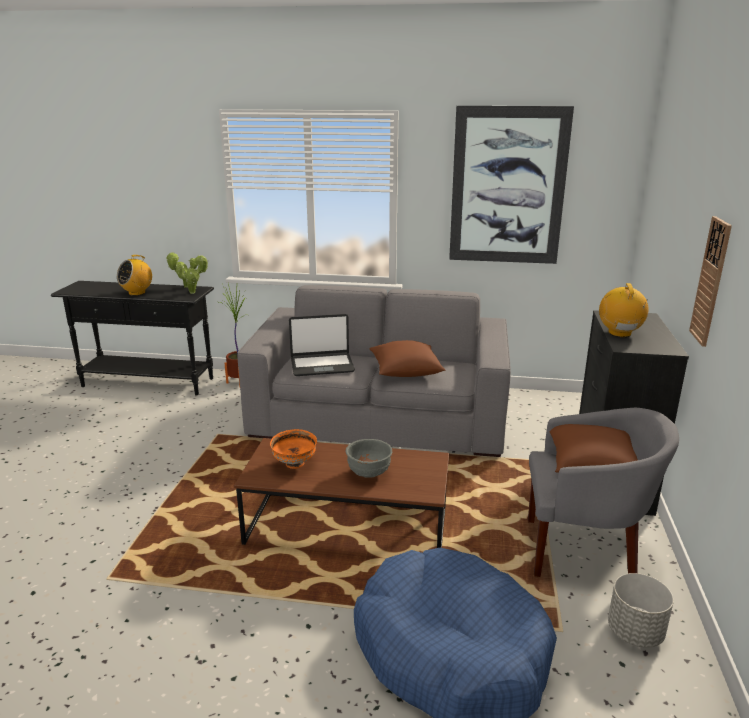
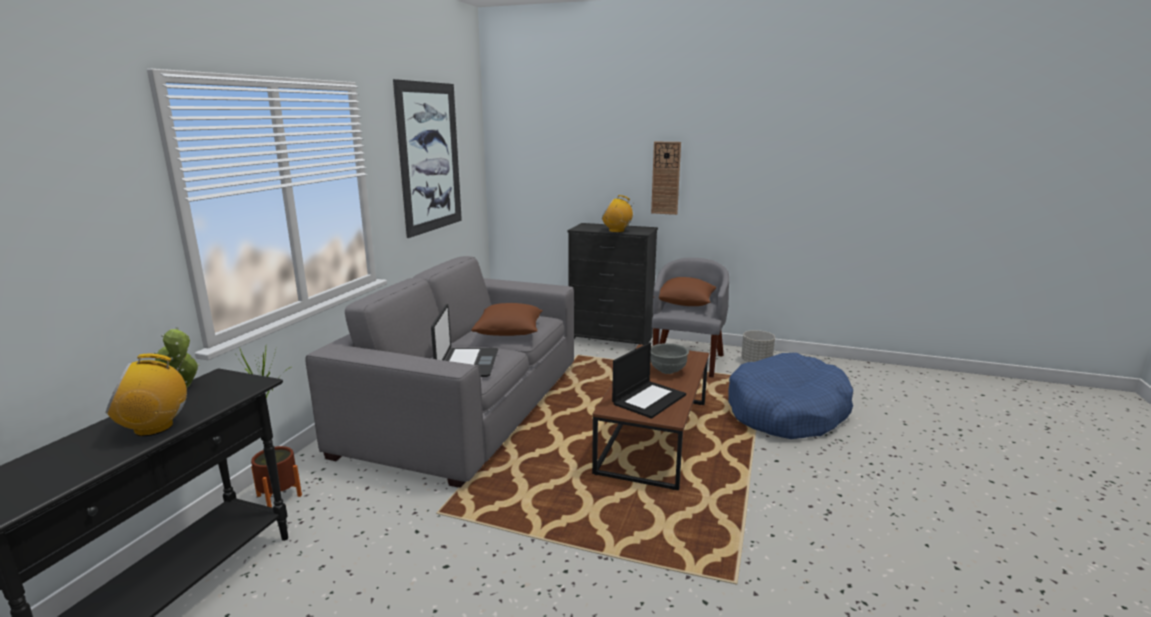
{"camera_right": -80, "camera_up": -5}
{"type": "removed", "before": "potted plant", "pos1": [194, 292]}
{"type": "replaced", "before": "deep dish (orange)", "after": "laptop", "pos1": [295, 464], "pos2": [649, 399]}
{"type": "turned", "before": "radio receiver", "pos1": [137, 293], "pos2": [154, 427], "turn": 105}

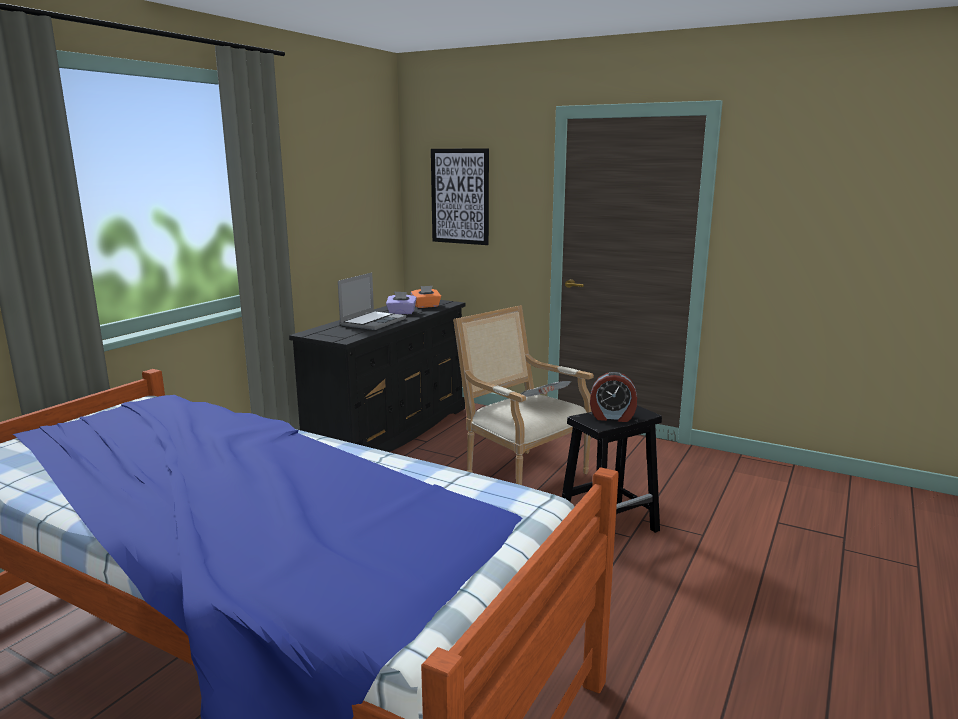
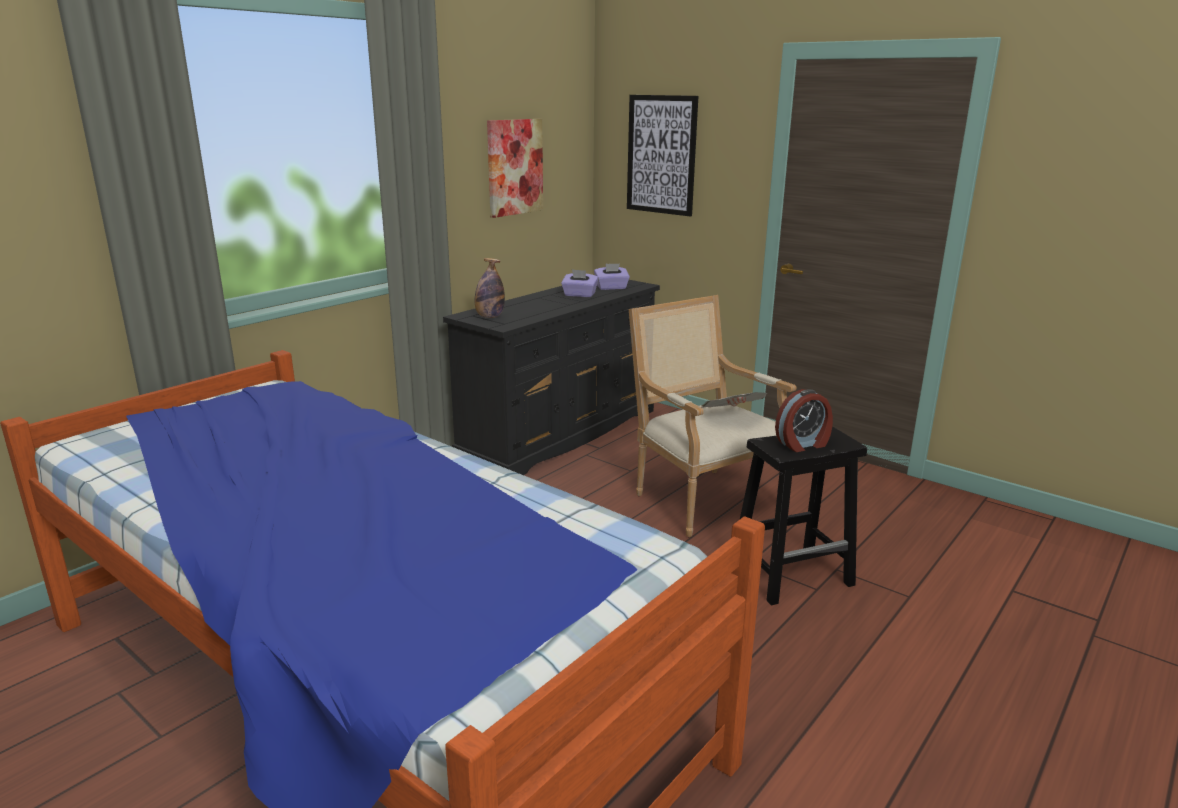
{"camera_right": 10, "camera_up": 5}
{"type": "removed", "before": "laptop", "pos1": [373, 322]}
{"type": "added", "after": "beverage bottle", "pos2": [489, 317]}
{"type": "added", "after": "picture", "pos2": [514, 167]}
{"type": "recoloured", "before": "tissue holder (orange)", "after": "tissue holder (purple)", "pos1": [426, 306], "pos2": [611, 288]}
{"type": "turned", "before": "table clock", "pos1": [612, 417], "pos2": [803, 444], "turn": -45}

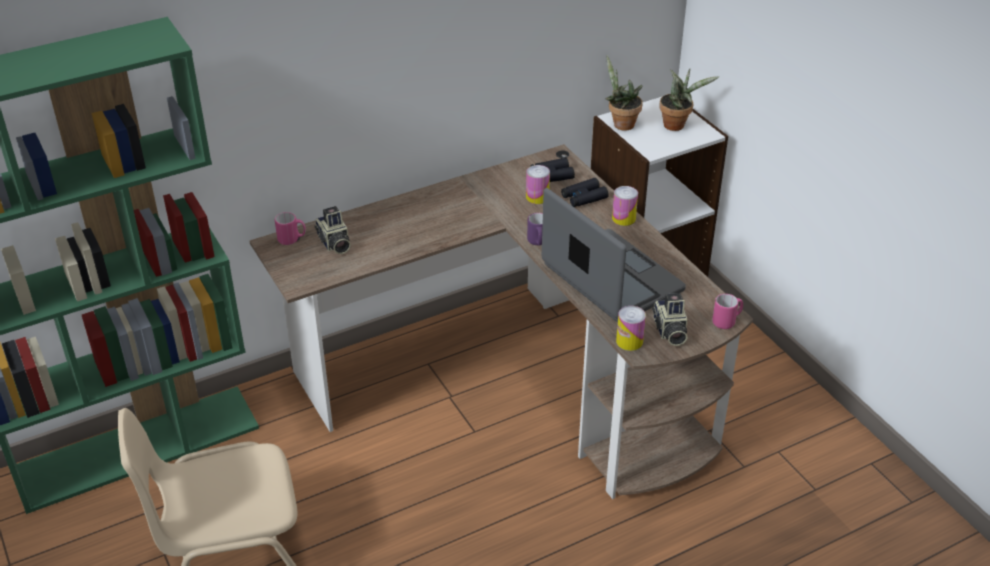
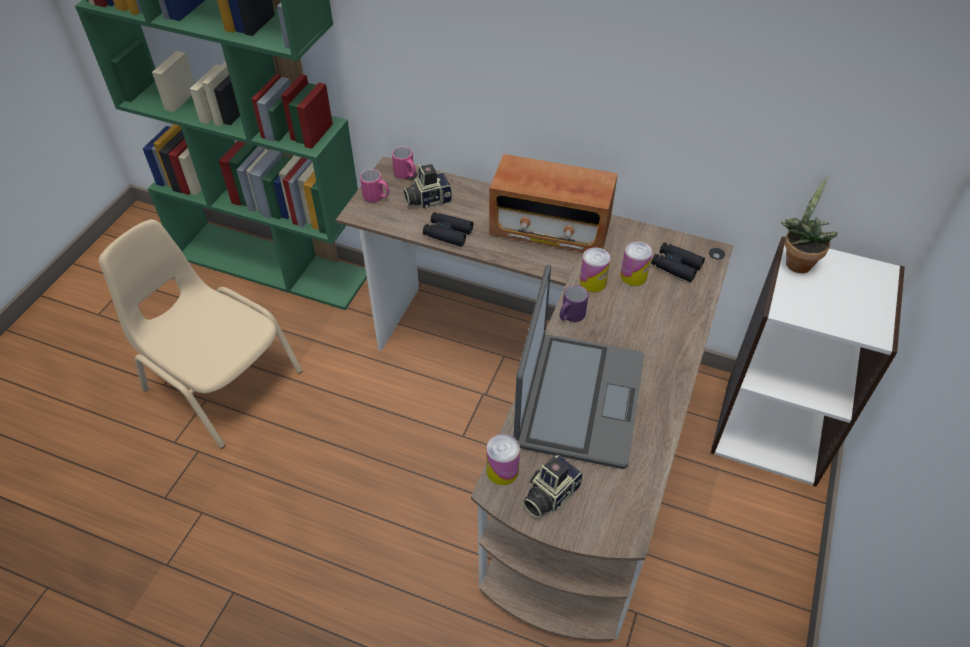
{"camera_right": 50, "camera_up": 10}
{"type": "removed", "before": "potted plant", "pos1": [677, 125]}
{"type": "added", "after": "radio receiver", "pos2": [550, 229]}
{"type": "moved", "before": "binoculars (black-coloured)", "pos1": [584, 197], "pos2": [447, 233]}
{"type": "moved", "before": "metal can", "pos1": [623, 218], "pos2": [592, 282]}
{"type": "moved", "before": "coffee mug (pink-coloured)", "pos1": [727, 321], "pos2": [377, 197]}
{"type": "turned", "before": "still camera", "pos1": [334, 243], "pos2": [427, 199], "turn": 45}

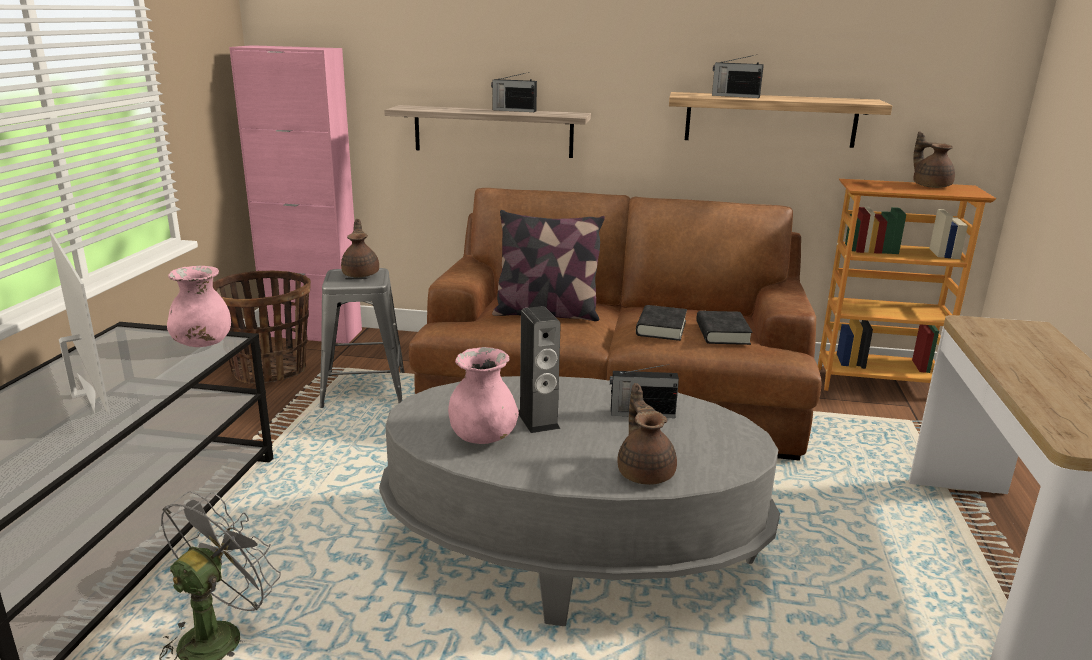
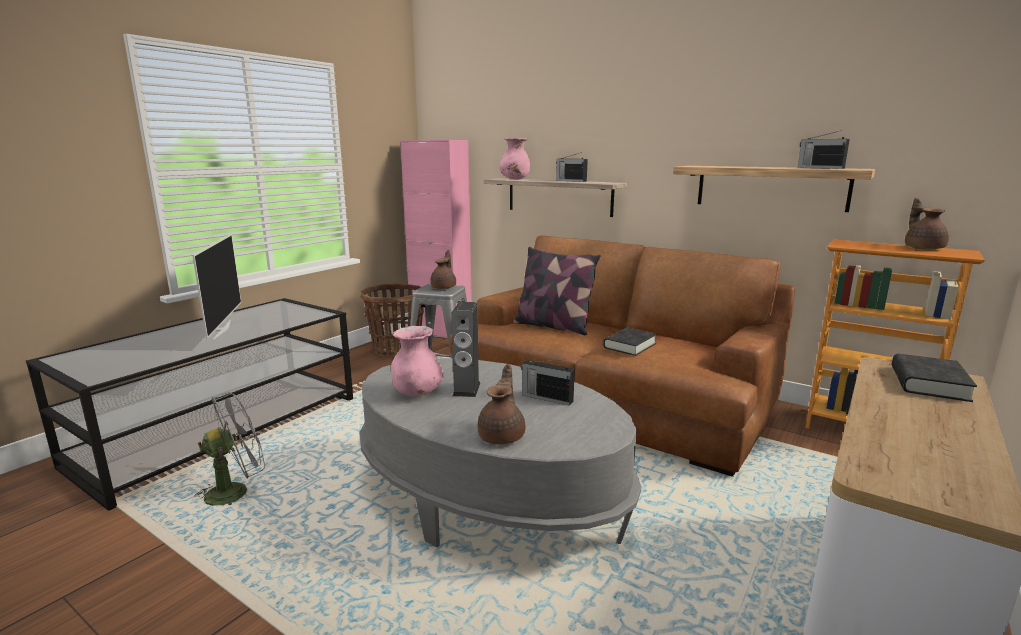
{"camera_right": 25, "camera_up": -5}
{"type": "moved", "before": "vase (pink-coloured)", "pos1": [203, 344], "pos2": [514, 179]}
{"type": "moved", "before": "bound book (black-coloured)", "pos1": [722, 333], "pos2": [928, 383]}
{"type": "moved", "before": "radio receiver", "pos1": [734, 96], "pos2": [819, 168]}

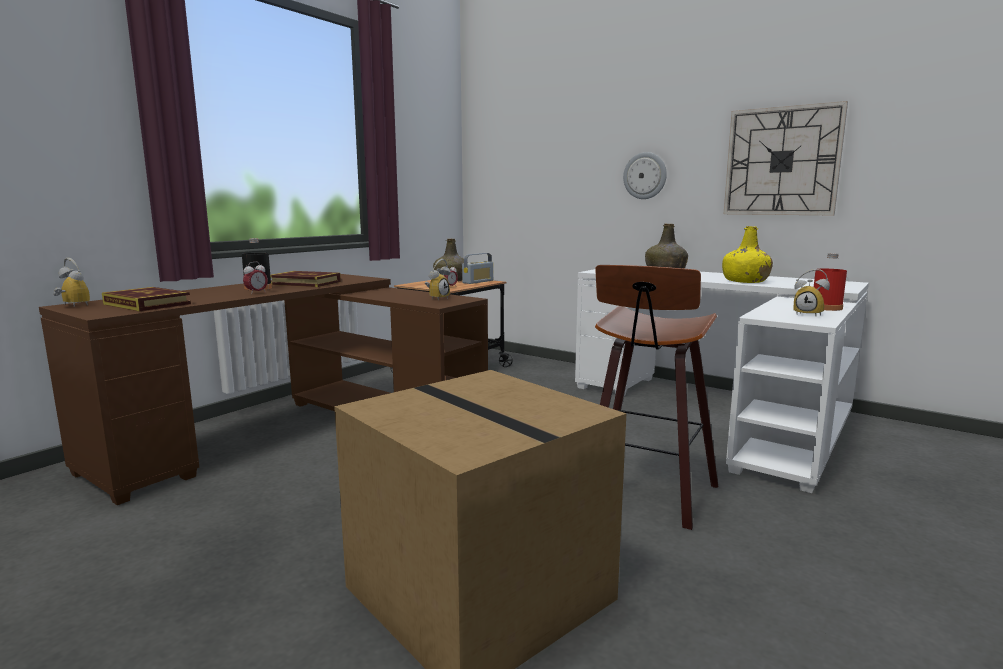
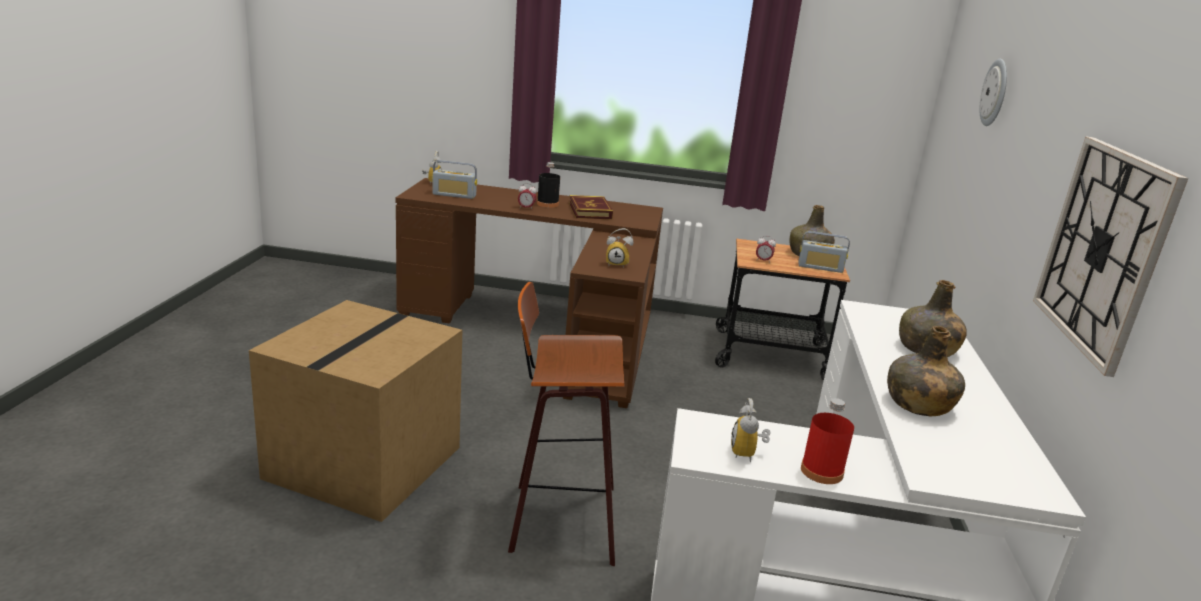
{"camera_right": 60, "camera_up": 10}
{"type": "moved", "before": "hanging clock", "pos1": [645, 176], "pos2": [995, 93]}
{"type": "replaced", "before": "bound book", "after": "radio receiver", "pos1": [147, 304], "pos2": [454, 195]}
{"type": "recoloured", "before": "beverage bottle (yellow)", "after": "beverage bottle (greenish)", "pos1": [745, 281], "pos2": [918, 404]}

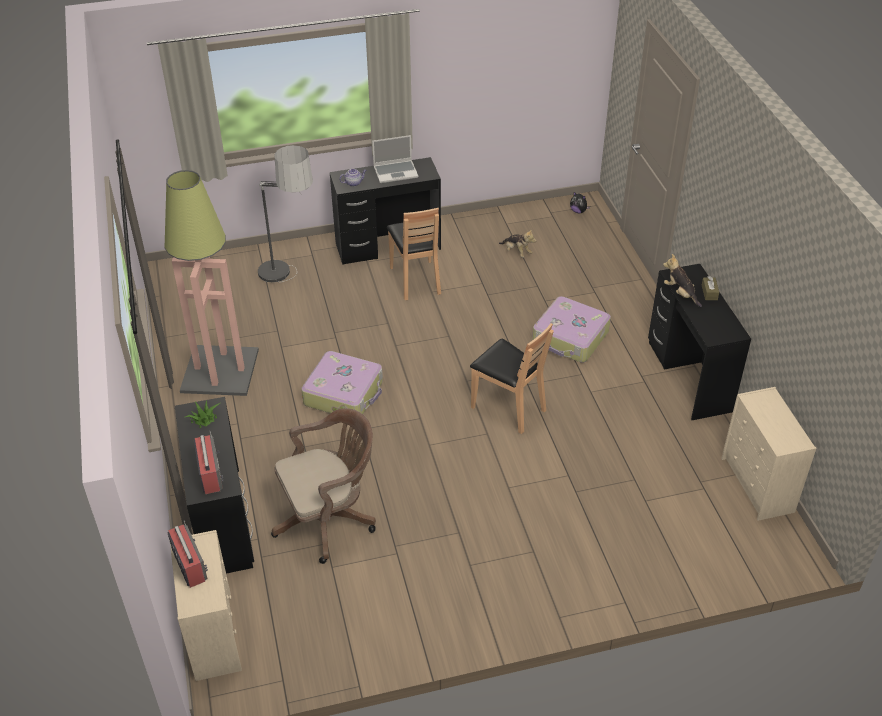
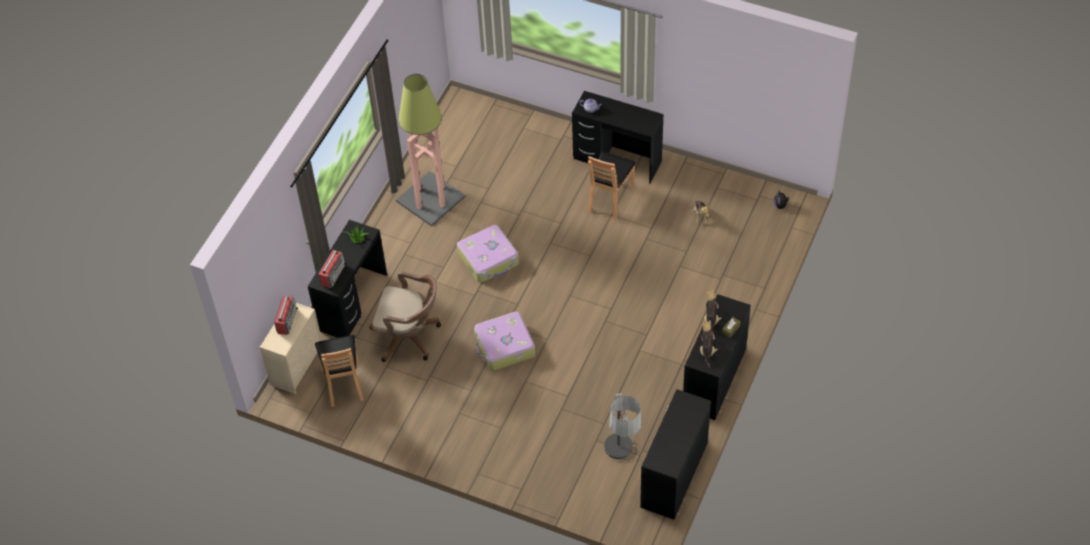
{"camera_right": 40, "camera_up": 10}
{"type": "removed", "before": "laptop", "pos1": [396, 172]}
{"type": "added", "after": "soft toy", "pos2": [707, 350]}
{"type": "moved", "before": "floor lamp", "pos1": [291, 284], "pos2": [622, 467]}
{"type": "moved", "before": "chair (brown)", "pos1": [508, 407], "pos2": [343, 383]}
{"type": "moved", "before": "suitcase", "pos1": [570, 338], "pos2": [504, 346]}
{"type": "replaced", "before": "drawer chest (sand-coloured)", "after": "desk unit (black-coloured)", "pos1": [758, 485], "pos2": [674, 475]}

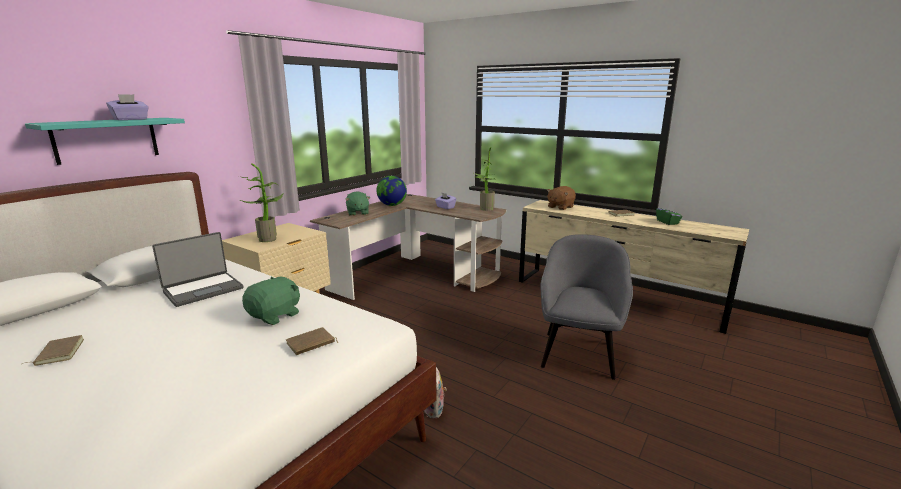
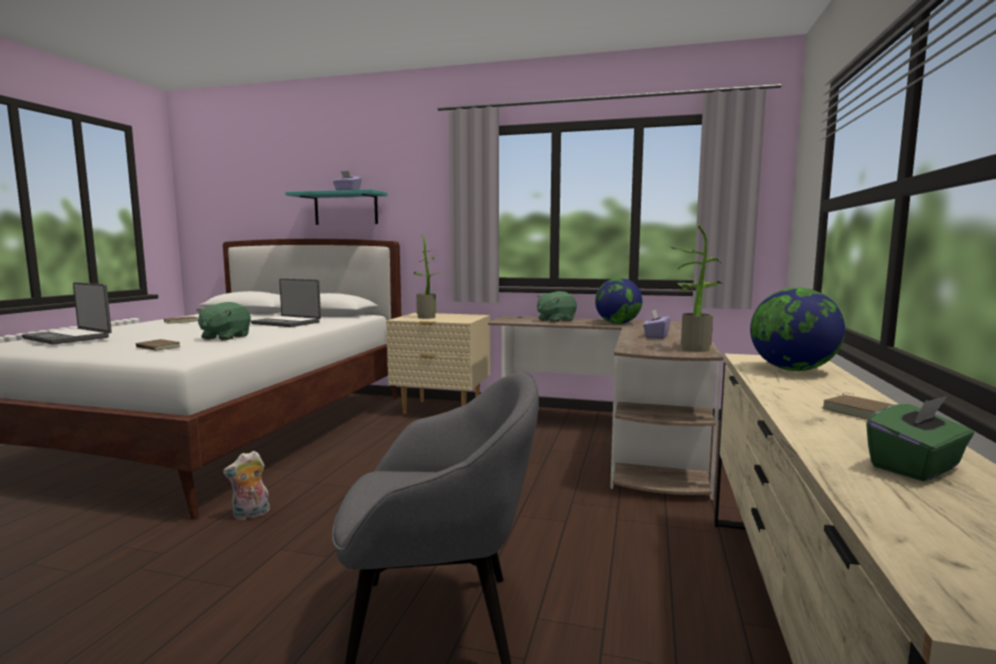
{"camera_right": 70, "camera_up": -10}
{"type": "added", "after": "laptop", "pos2": [69, 338]}
{"type": "replaced", "before": "soft toy (brown)", "after": "globe", "pos1": [560, 207], "pos2": [792, 370]}
{"type": "turned", "before": "soft toy (greenish)", "pos1": [275, 316], "pos2": [225, 337], "turn": 90}

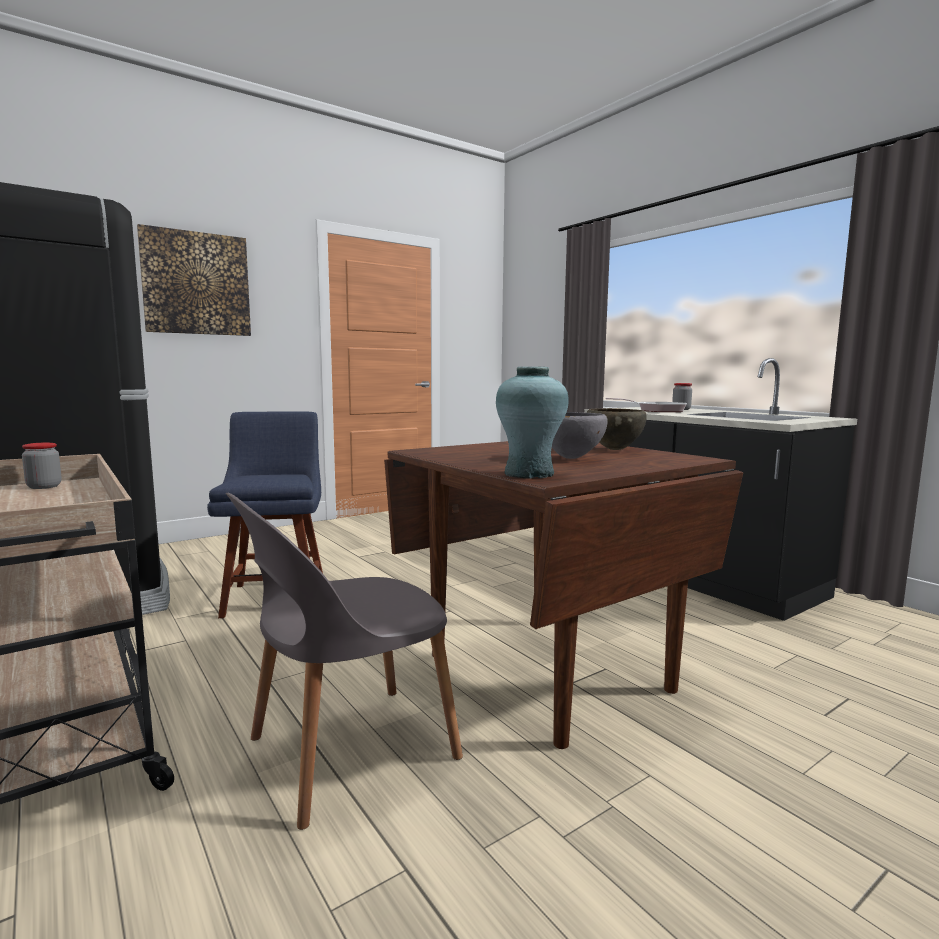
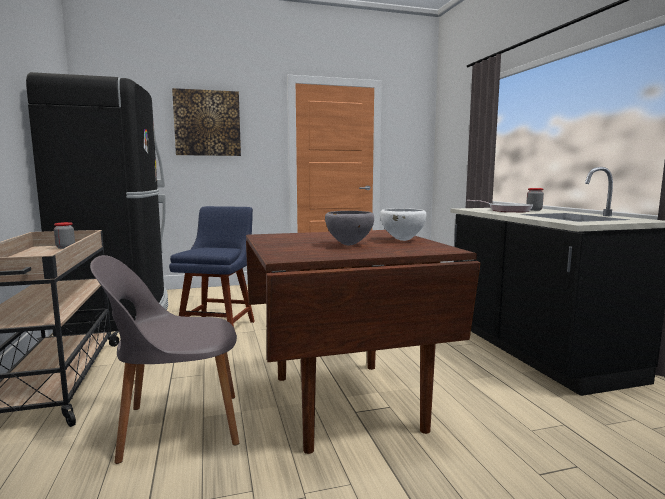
{"camera_right": 20, "camera_up": 0}
{"type": "removed", "before": "vase (blue-green)", "pos1": [529, 474]}
{"type": "recoloured", "before": "deep dish (brown)", "after": "deep dish (white-coloured)", "pos1": [614, 449], "pos2": [403, 240]}

